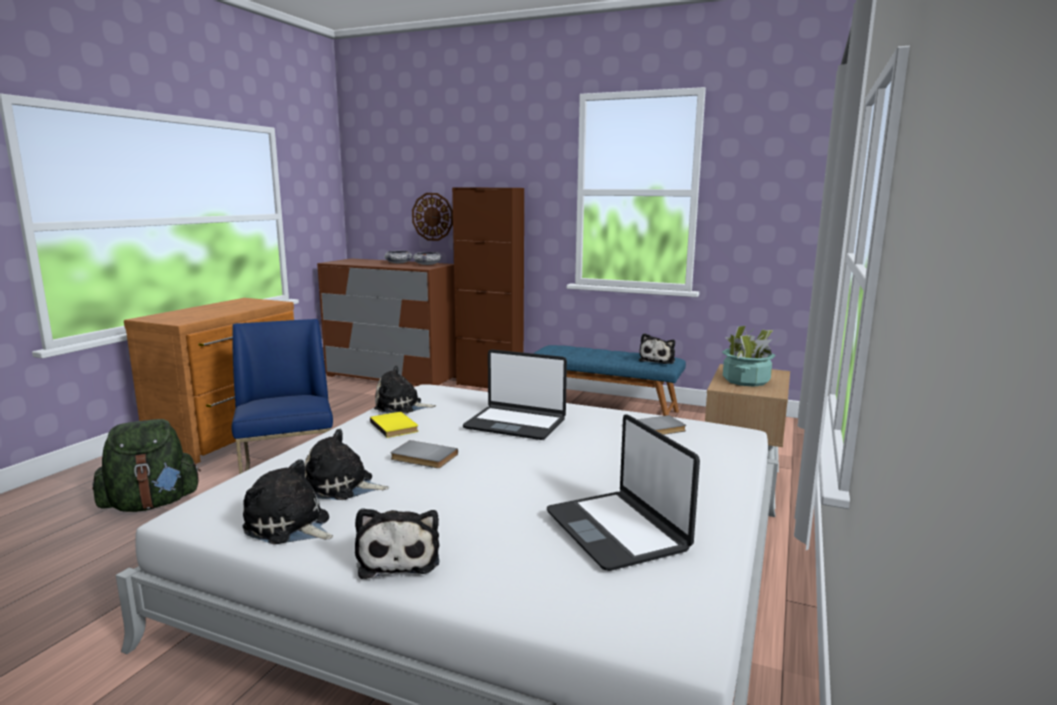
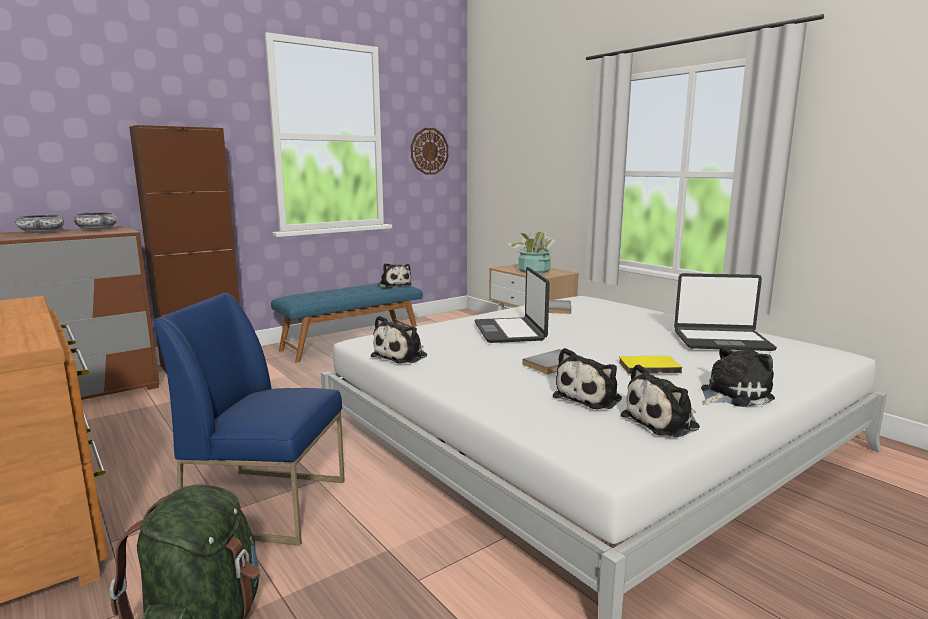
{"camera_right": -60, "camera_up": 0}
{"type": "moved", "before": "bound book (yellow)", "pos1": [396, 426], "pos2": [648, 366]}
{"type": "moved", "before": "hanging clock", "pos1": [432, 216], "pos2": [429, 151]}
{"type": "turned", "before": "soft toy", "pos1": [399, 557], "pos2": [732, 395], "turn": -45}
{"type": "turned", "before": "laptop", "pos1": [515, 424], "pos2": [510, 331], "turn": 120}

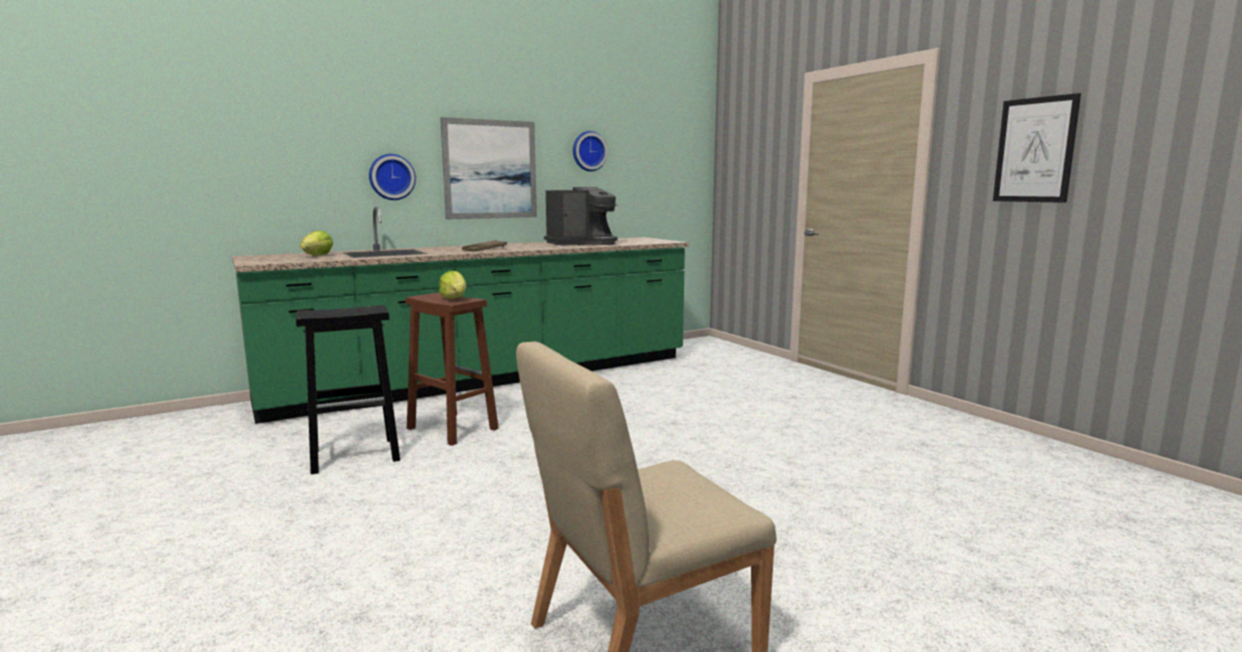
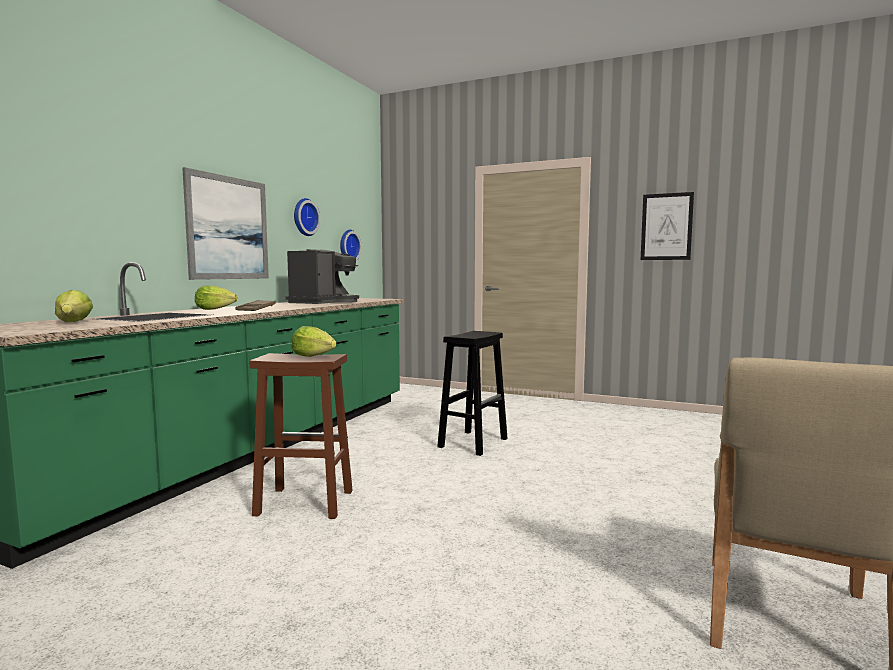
{"camera_right": -35, "camera_up": -5}
{"type": "added", "after": "head of lettuce", "pos2": [214, 309]}
{"type": "moved", "before": "sitting stool (black-coloured)", "pos1": [356, 455], "pos2": [473, 442]}
{"type": "moved", "before": "hanging clock", "pos1": [391, 177], "pos2": [348, 246]}

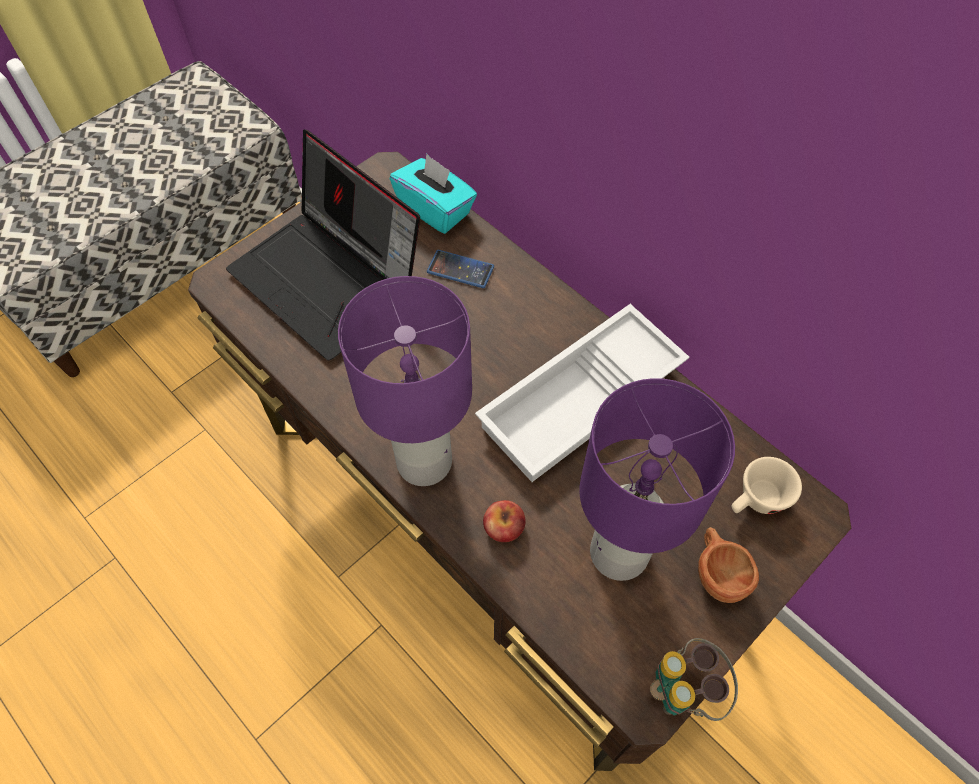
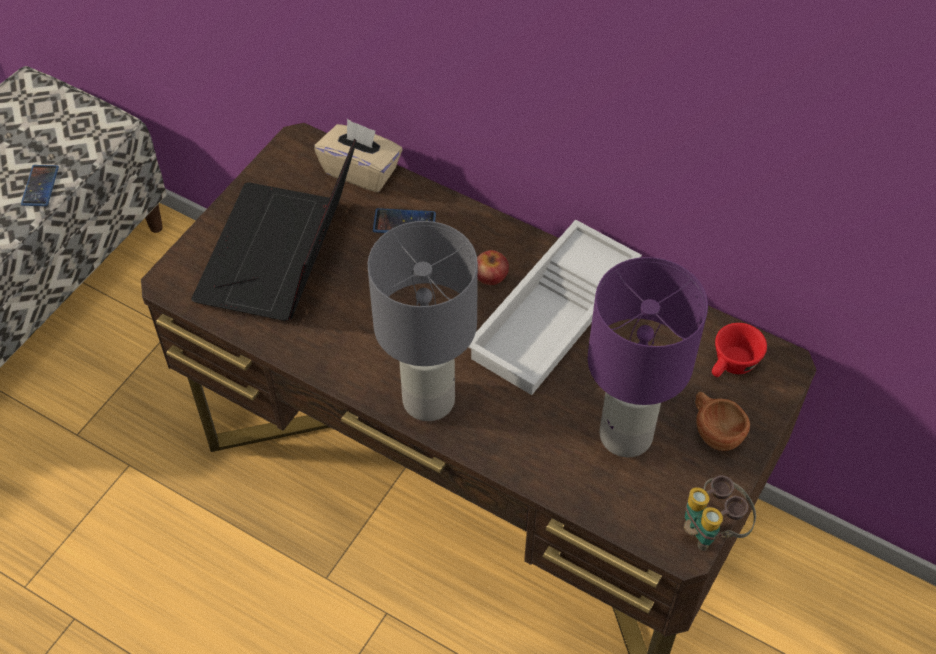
{"camera_right": -15, "camera_up": -5}
{"type": "added", "after": "handset", "pos2": [40, 186]}
{"type": "moved", "before": "whole apple", "pos1": [504, 527], "pos2": [490, 275]}
{"type": "recoloured", "before": "table lamp (purple)", "after": "table lamp (grey)", "pos1": [422, 461], "pos2": [427, 400]}
{"type": "recoloured", "before": "tissue holder (blue-green)", "after": "tissue holder (sand-coloured)", "pos1": [435, 209], "pos2": [361, 171]}
{"type": "recoloured", "before": "cup (sand-coloured)", "after": "cup (red)", "pos1": [756, 501], "pos2": [731, 366]}
{"type": "turned", "before": "laptop", "pos1": [330, 279], "pos2": [281, 258], "turn": 75}

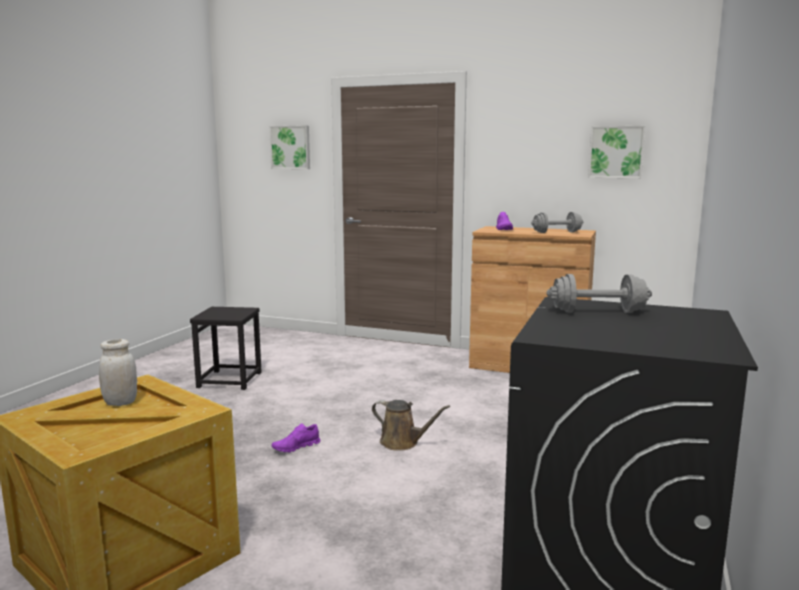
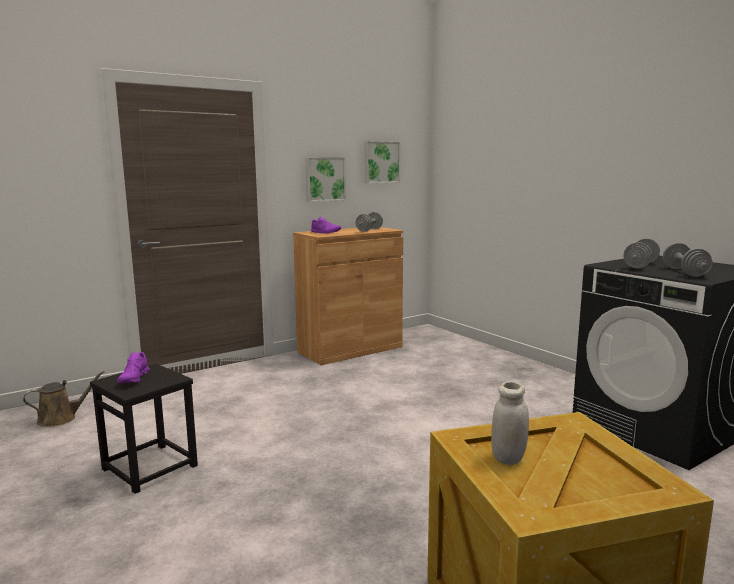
{"camera_right": -55, "camera_up": 0}
{"type": "added", "after": "free weight (grey)", "pos2": [684, 272]}
{"type": "moved", "before": "picture", "pos1": [291, 147], "pos2": [325, 179]}
{"type": "moved", "before": "low shoe (purple)", "pos1": [296, 447], "pos2": [134, 379]}
{"type": "moved", "before": "watering pot (brown)", "pos1": [402, 443], "pos2": [61, 418]}

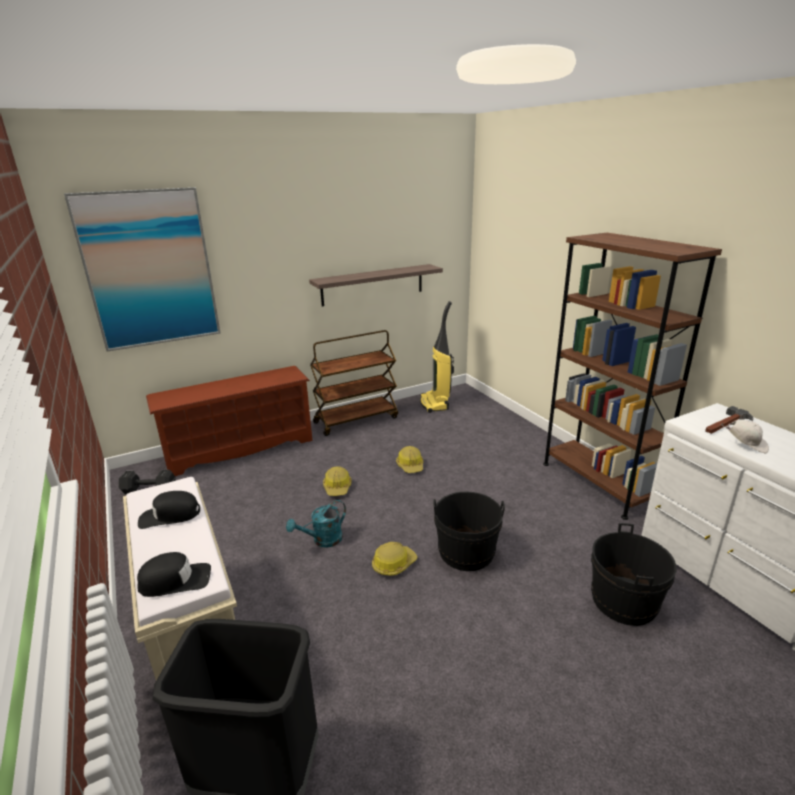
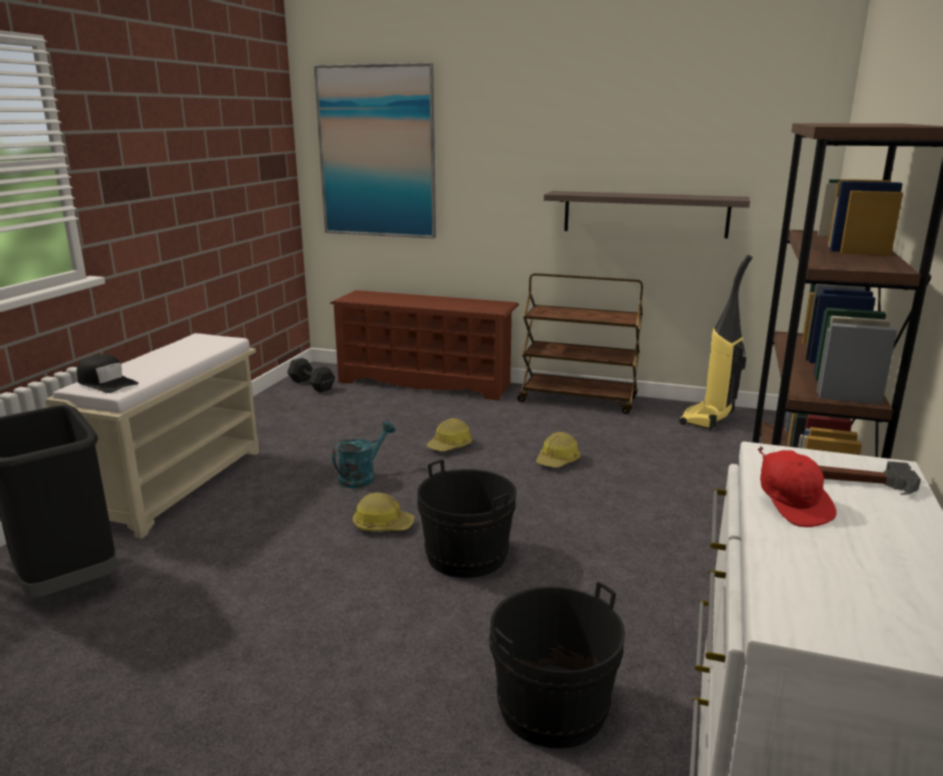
{"camera_right": 45, "camera_up": -5}
{"type": "removed", "before": "baseball cap (black-coloured)", "pos1": [169, 516]}
{"type": "recoloured", "before": "baseball cap (white-coloured)", "after": "baseball cap (red)", "pos1": [745, 445], "pos2": [792, 506]}
{"type": "turned", "before": "watering pot (blue-green)", "pos1": [322, 540], "pos2": [362, 476], "turn": 120}

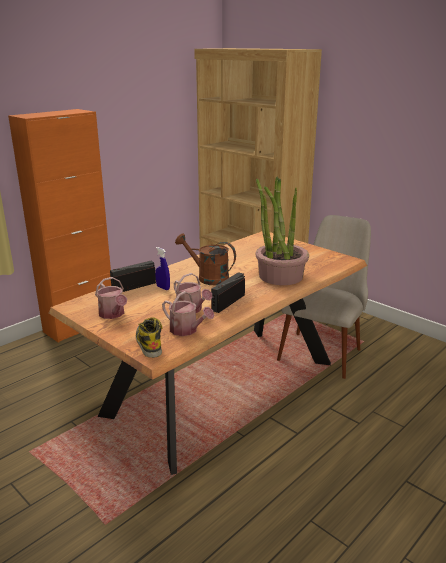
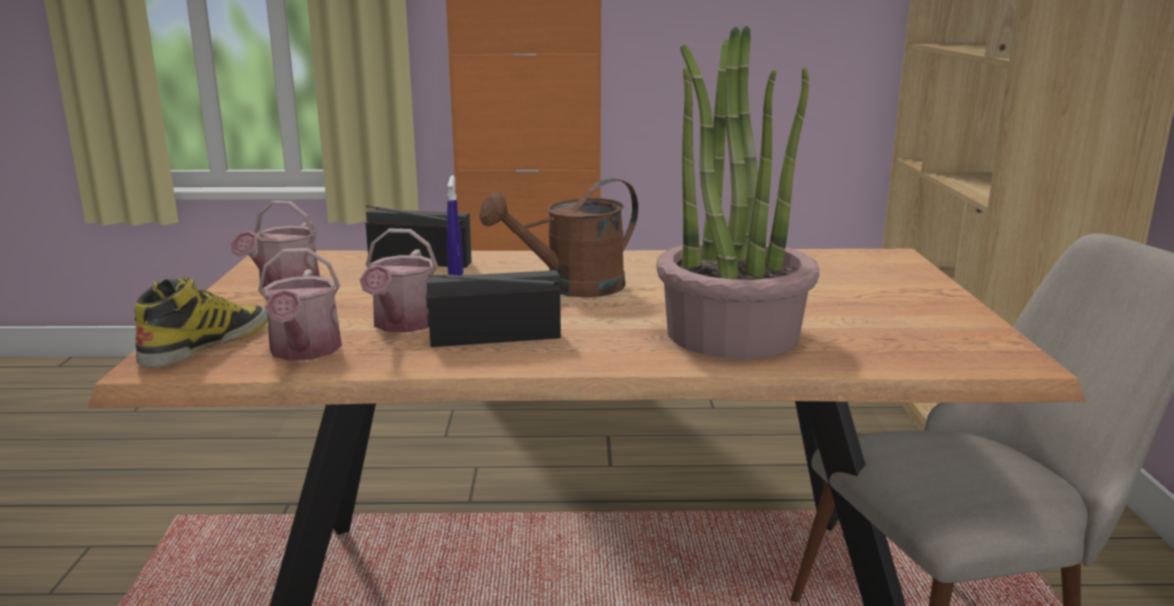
{"camera_right": 45, "camera_up": -5}
{"type": "turned", "before": "watering pot (brown)", "pos1": [208, 278], "pos2": [572, 288], "turn": -105}

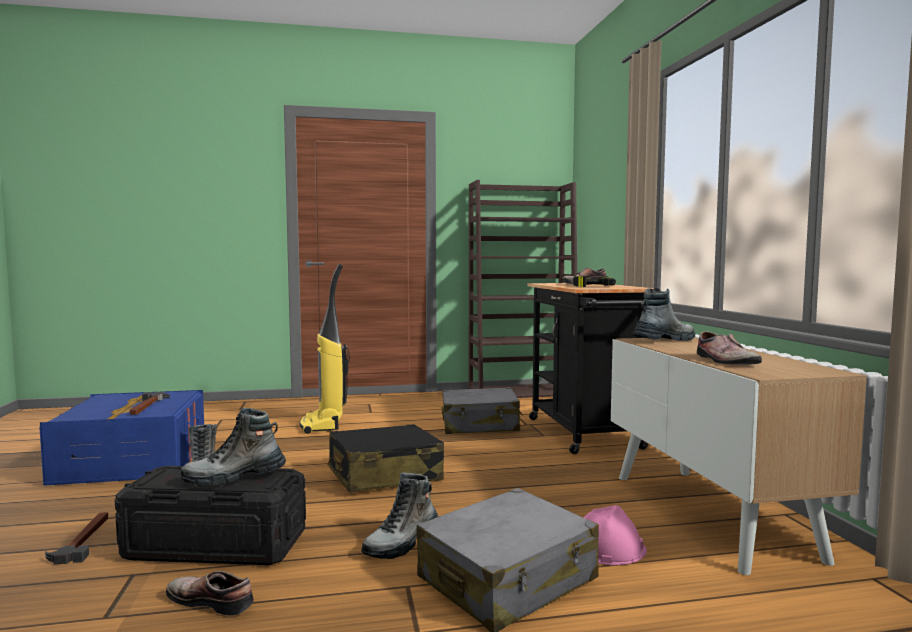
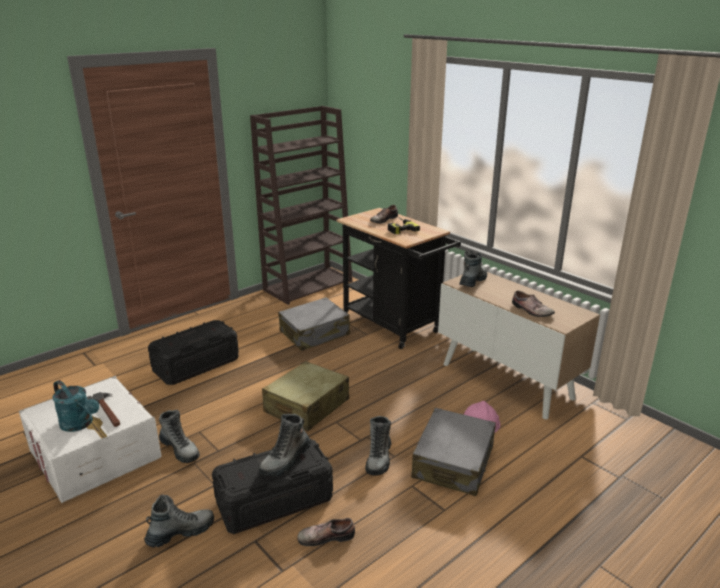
{"camera_right": -30, "camera_up": 20}
{"type": "added", "after": "watering pot (blue-green)", "pos2": [80, 424]}
{"type": "replaced", "before": "hand hammer", "after": "high-top boot", "pos1": [83, 540], "pos2": [181, 532]}
{"type": "replaced", "before": "vacuum cleaner", "after": "storage bin (black-coloured)", "pos1": [323, 425], "pos2": [196, 365]}
{"type": "recoloured", "before": "storage bin (blue-coloured)", "after": "storage bin (white-coloured)", "pos1": [133, 461], "pos2": [95, 454]}
{"type": "recoloured", "before": "suitcase (black-coloured)", "after": "suitcase (sand-coloured)", "pos1": [384, 475], "pos2": [306, 406]}

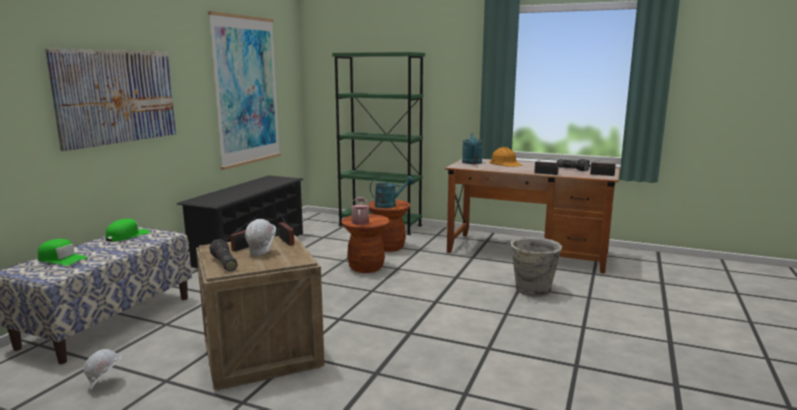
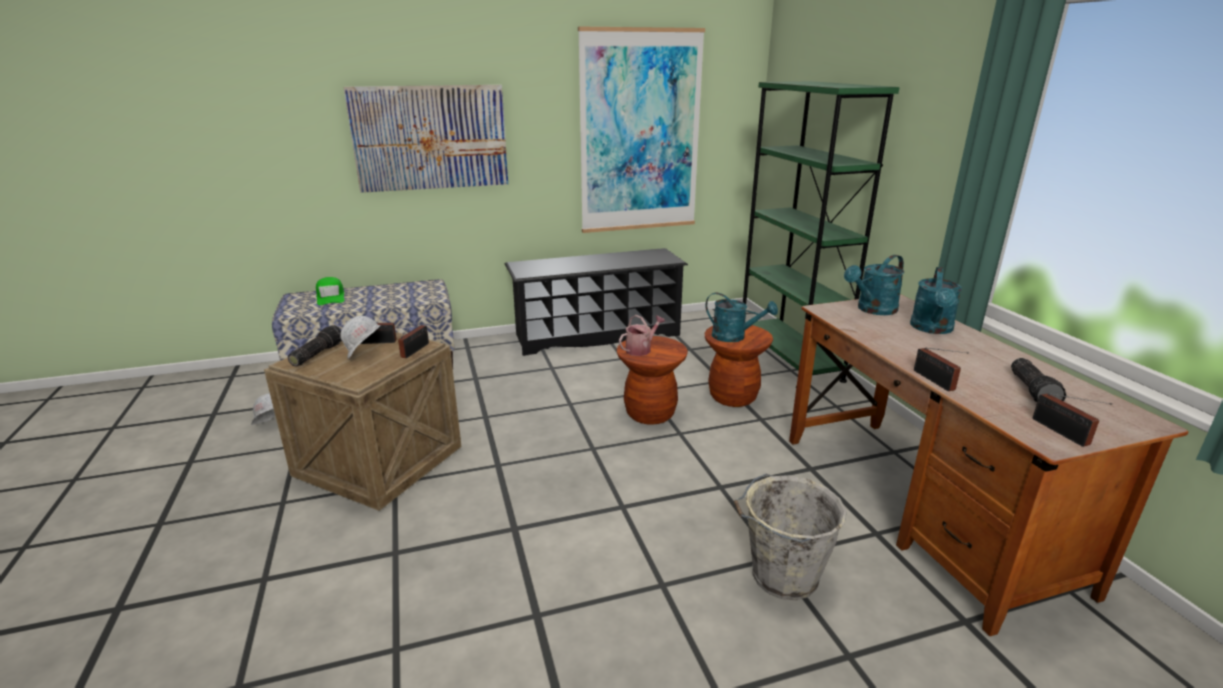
{"camera_right": 50, "camera_up": 10}
{"type": "removed", "before": "baseball cap (greenish)", "pos1": [127, 236]}
{"type": "replaced", "before": "work helmet (orange)", "after": "watering pot (blue-green)", "pos1": [505, 163], "pos2": [932, 329]}

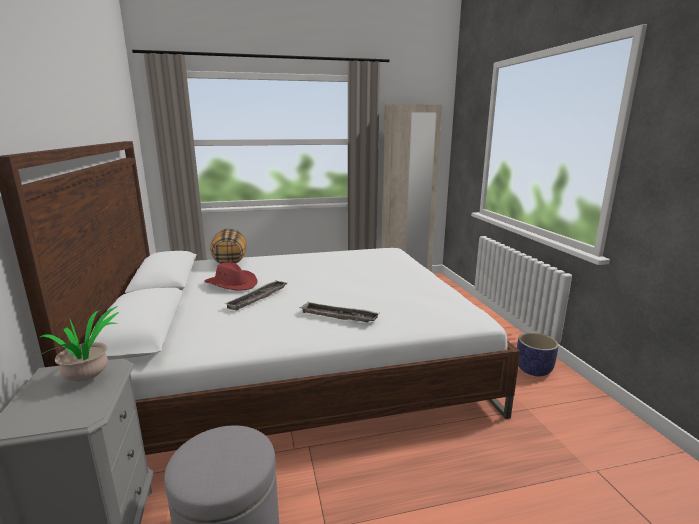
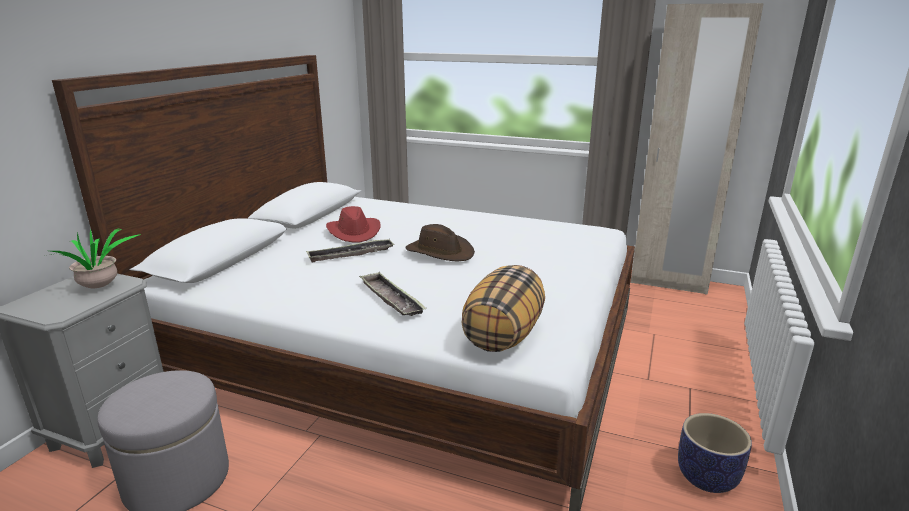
{"camera_right": 35, "camera_up": 5}
{"type": "added", "after": "wearable hat (brown)", "pos2": [440, 252]}
{"type": "moved", "before": "pillow", "pos1": [229, 261], "pos2": [503, 334]}

